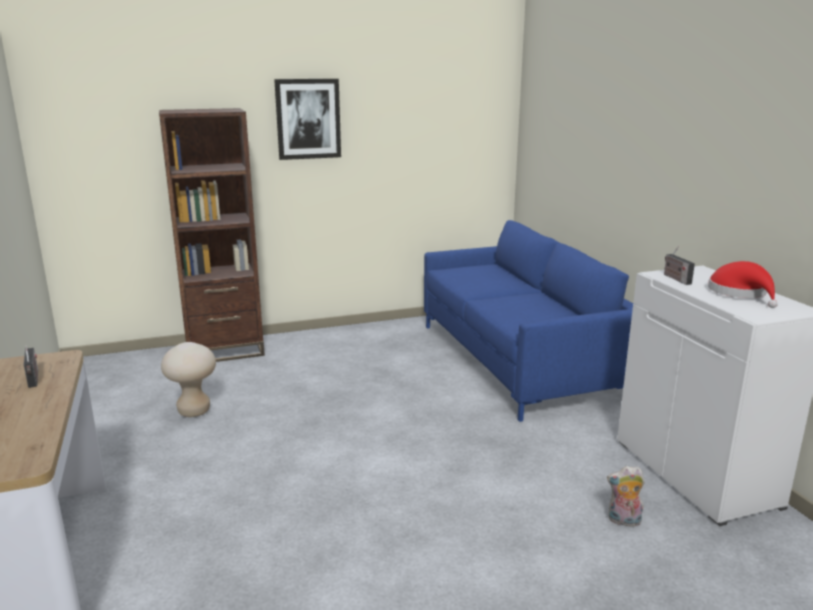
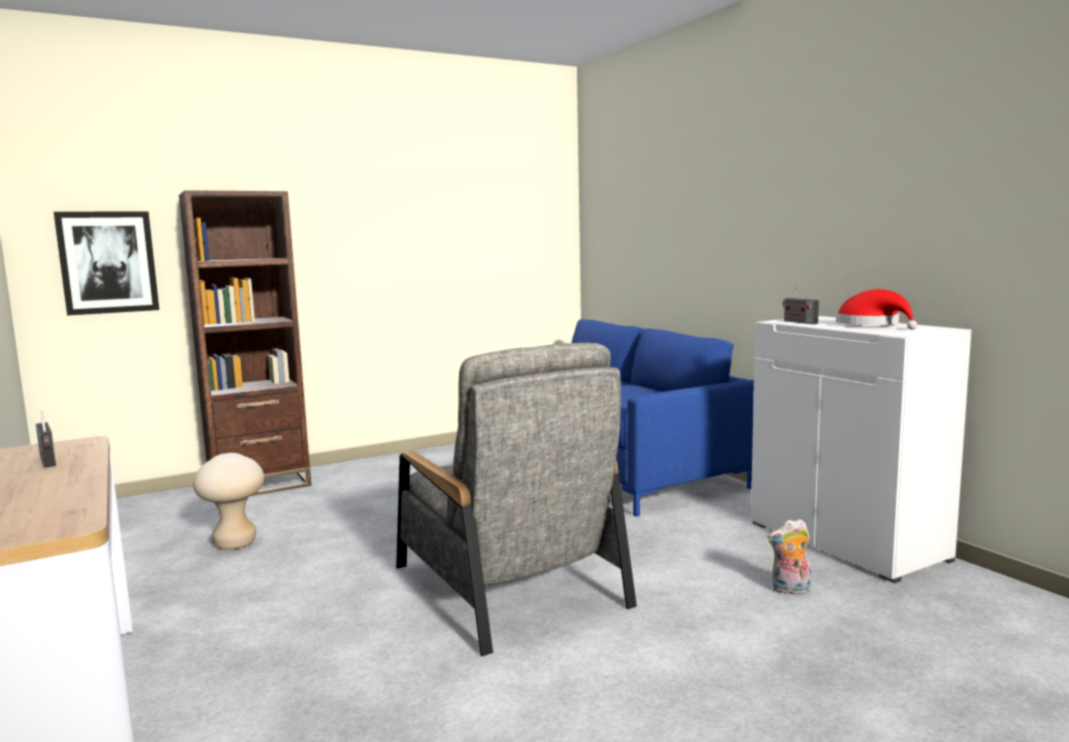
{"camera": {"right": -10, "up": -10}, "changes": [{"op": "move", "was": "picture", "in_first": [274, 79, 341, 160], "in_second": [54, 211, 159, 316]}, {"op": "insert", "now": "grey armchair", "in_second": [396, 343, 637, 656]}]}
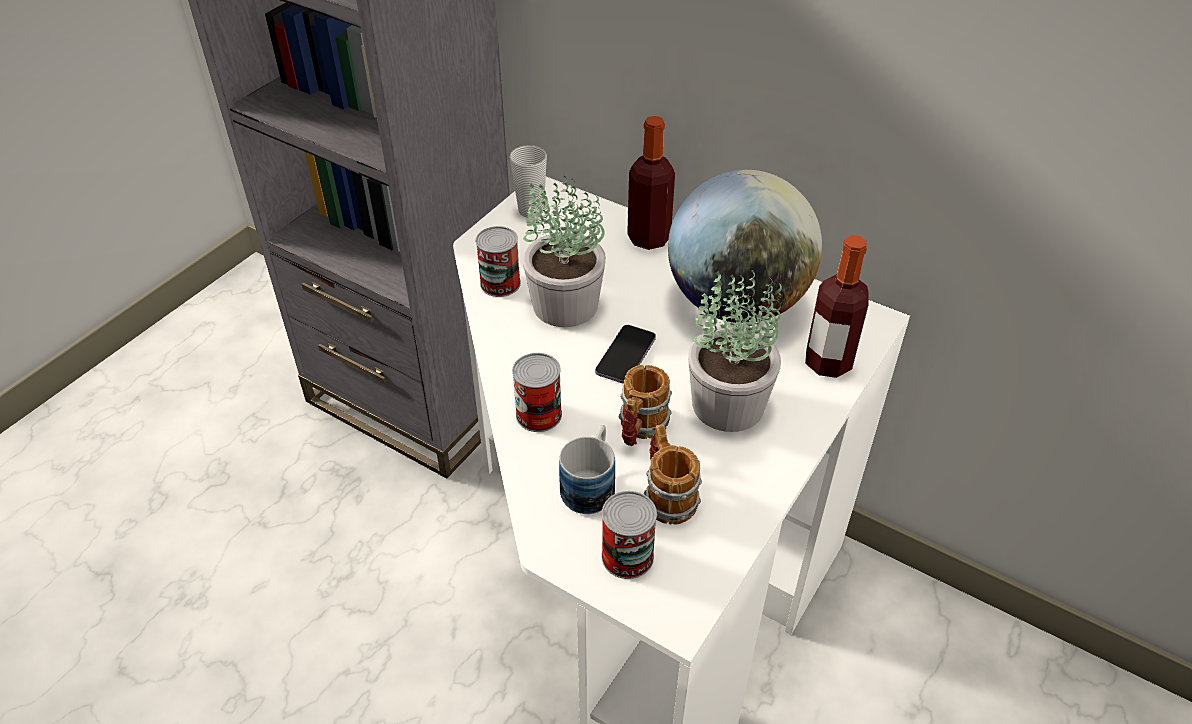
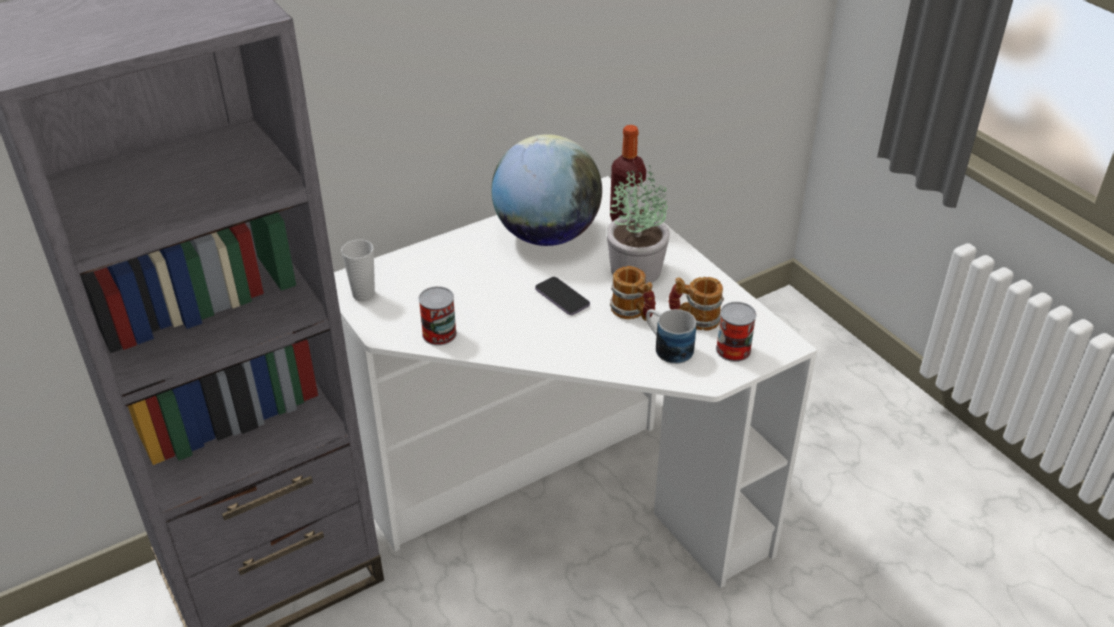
{"camera": {"right": -65, "up": -5}, "changes": [{"op": "delete", "was": "can", "in_first": [512, 353, 562, 432]}, {"op": "delete", "was": "potted plant", "in_first": [523, 175, 606, 327]}, {"op": "delete", "was": "bottle", "in_first": [627, 116, 675, 250]}]}
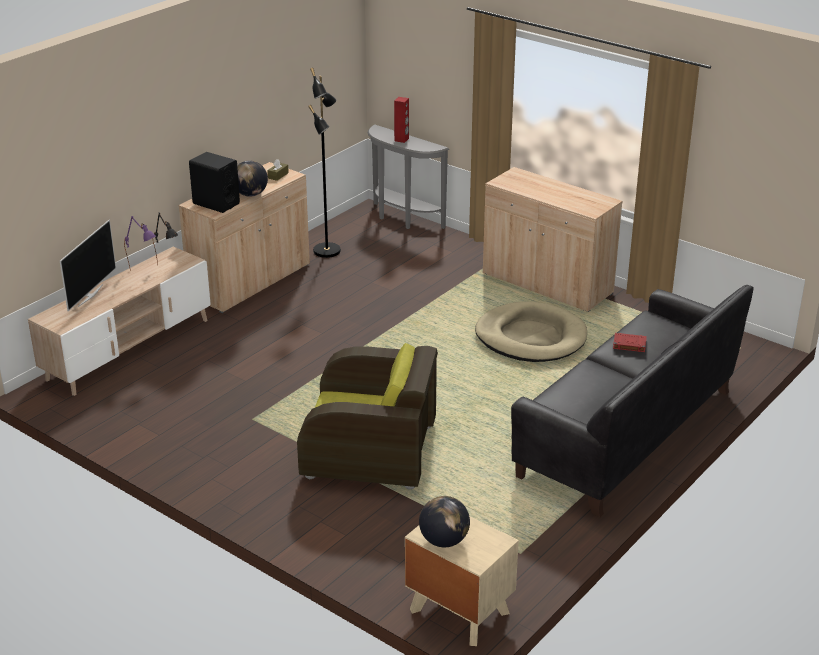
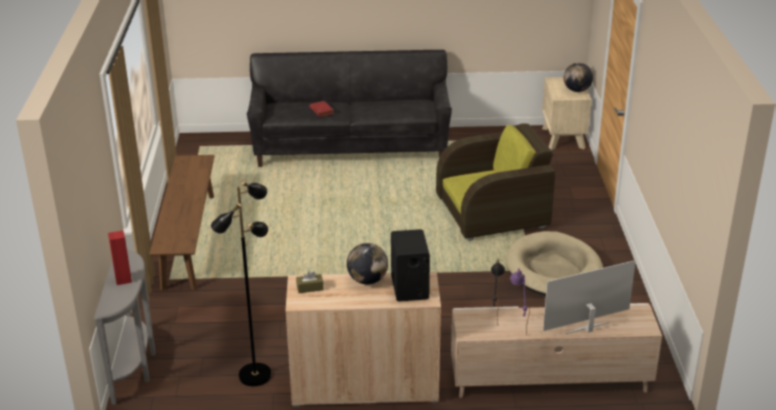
{"camera": {"right": -130, "up": 0}, "changes": [{"op": "rotate", "was": "brown armchair", "in_first": [297, 343, 438, 490], "in_second": [436, 123, 555, 241], "clockwise": 105}, {"op": "move", "was": "beige dog bed", "in_first": [475, 301, 587, 362], "in_second": [506, 231, 603, 296]}, {"op": "replace", "was": "beige cabinet", "now": "brown bench", "in_first": [483, 167, 622, 312], "in_second": [149, 155, 214, 291]}]}
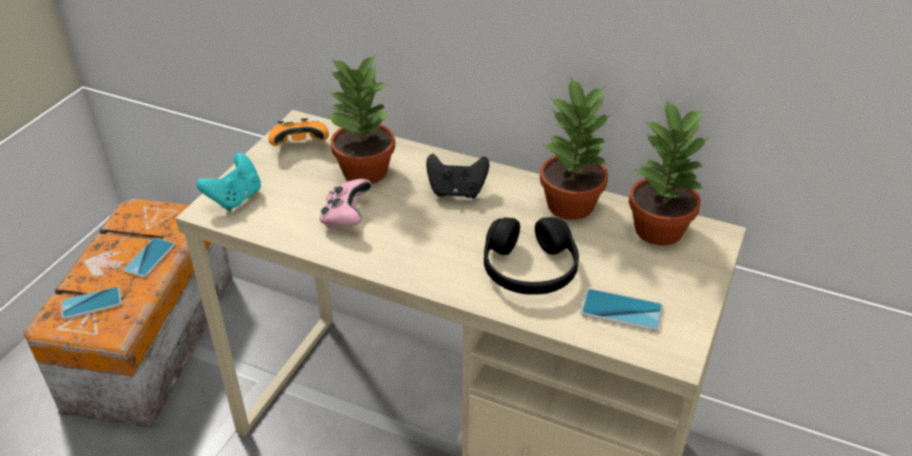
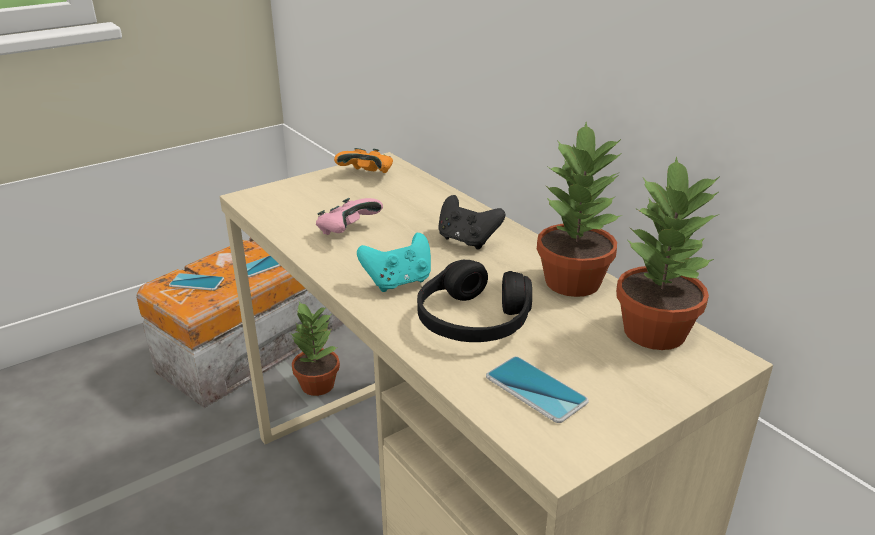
{"camera": {"right": 30, "up": -10}, "changes": [{"op": "move", "was": "turquoise game controller", "in_first": [196, 153, 261, 211], "in_second": [357, 233, 431, 292]}, {"op": "move", "was": "potted plant", "in_first": [326, 55, 395, 184], "in_second": [290, 302, 340, 396]}]}
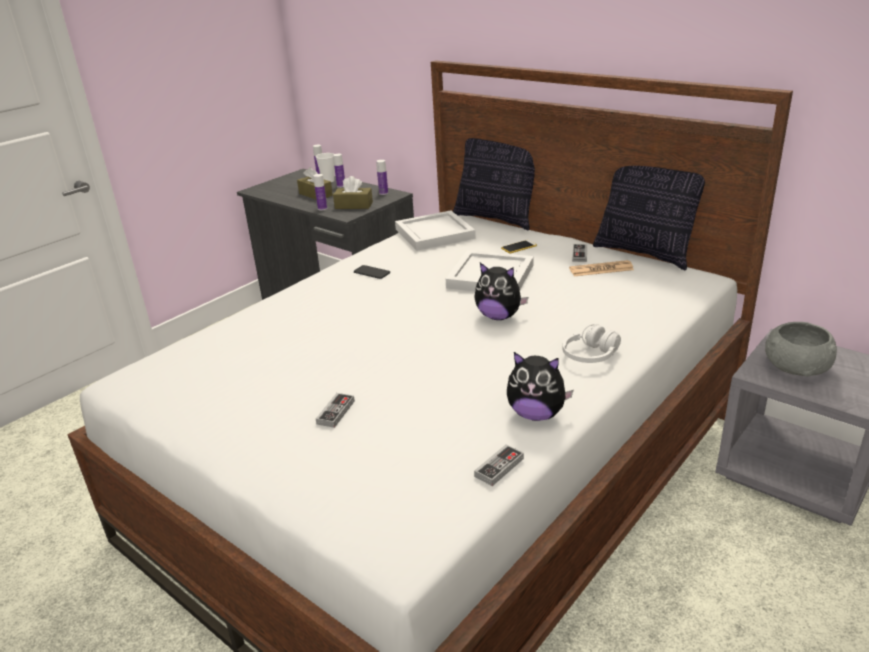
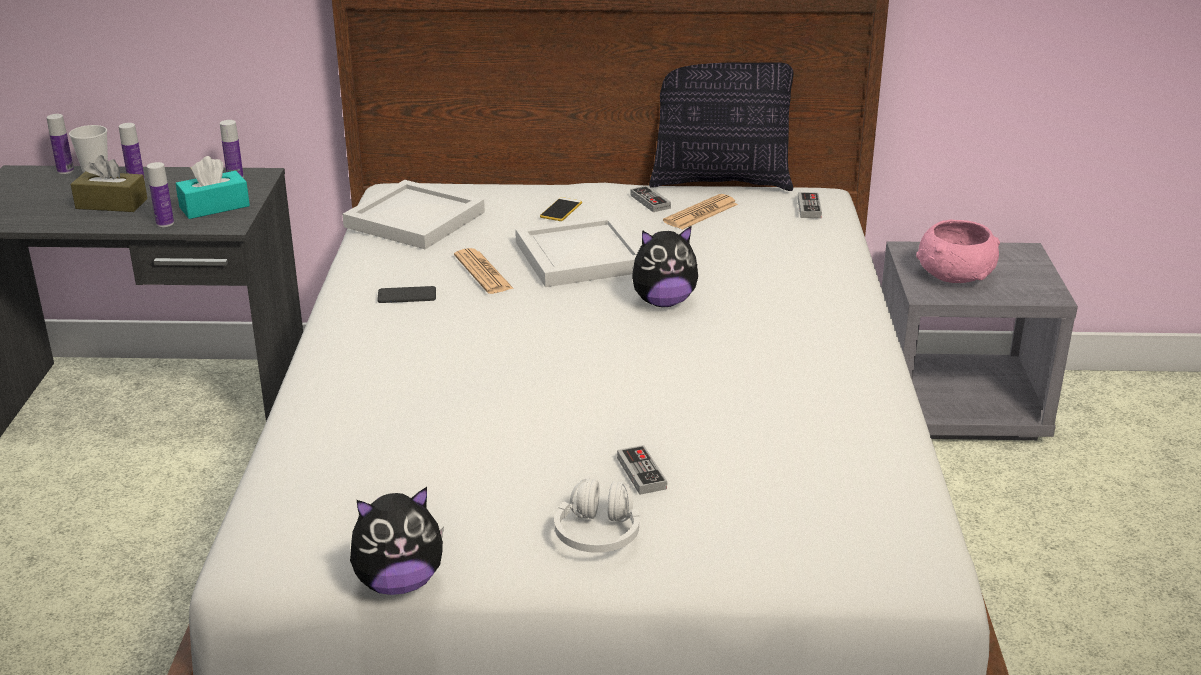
{"camera": {"right": -40, "up": 0}, "changes": [{"op": "recolor", "was": "brown tissue box", "now": "turquoise tissue box", "in_first": [333, 176, 373, 209], "in_second": [176, 156, 250, 219]}, {"op": "delete", "was": "pillow", "in_first": [453, 138, 535, 230]}, {"op": "move", "was": "game controller", "in_first": [474, 444, 524, 486], "in_second": [798, 192, 822, 218]}, {"op": "move", "was": "plush toy", "in_first": [507, 352, 574, 421], "in_second": [350, 487, 444, 595]}, {"op": "move", "was": "white headphones", "in_first": [562, 324, 621, 363], "in_second": [554, 478, 639, 553]}, {"op": "recolor", "was": "grey bowl", "now": "pink bowl", "in_first": [765, 322, 837, 377], "in_second": [916, 219, 1000, 283]}, {"op": "insert", "now": "newspaper", "in_second": [454, 248, 514, 294]}]}
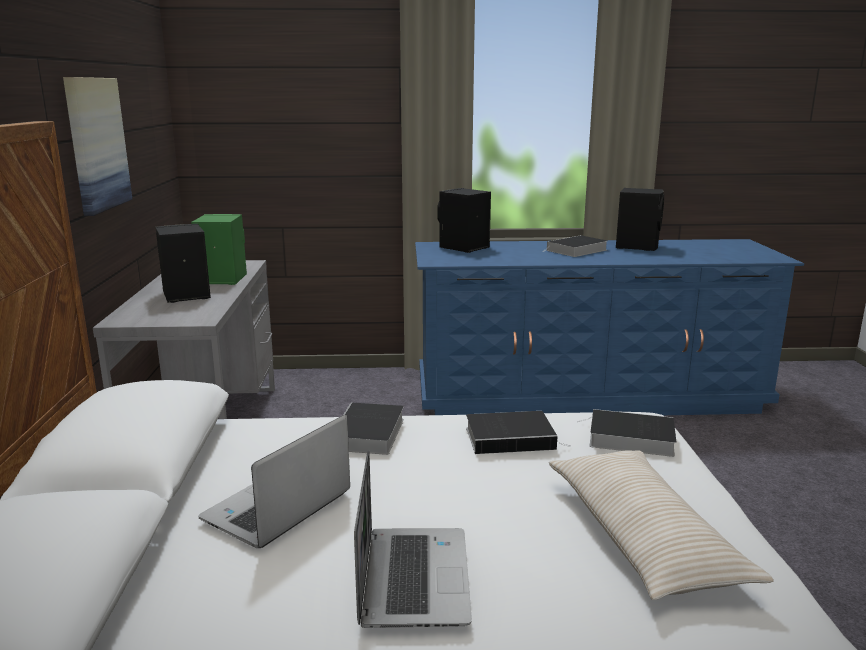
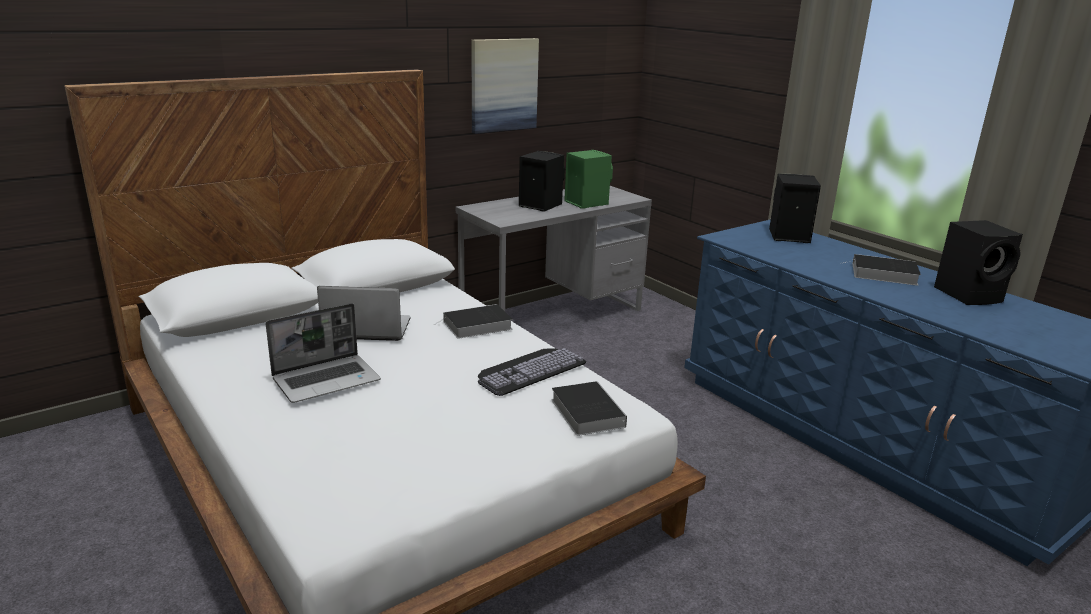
{"camera": {"right": 55, "up": 5}, "changes": [{"op": "replace", "was": "book", "now": "keyboard", "in_first": [466, 411, 571, 454], "in_second": [478, 348, 586, 396]}, {"op": "delete", "was": "beige pillow", "in_first": [549, 450, 774, 600]}]}
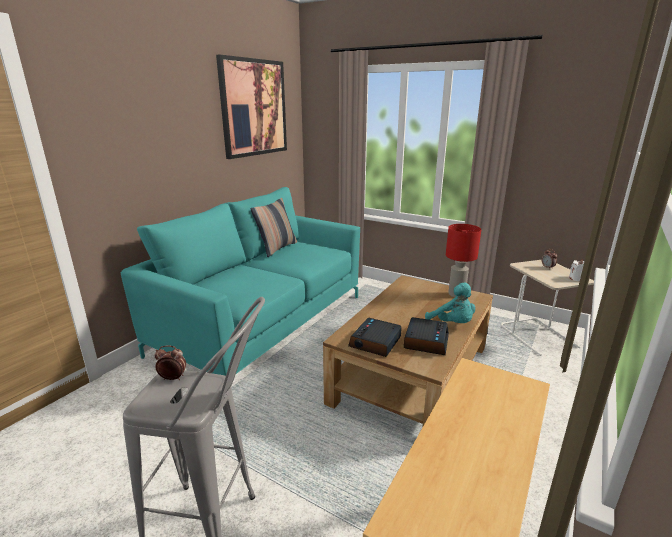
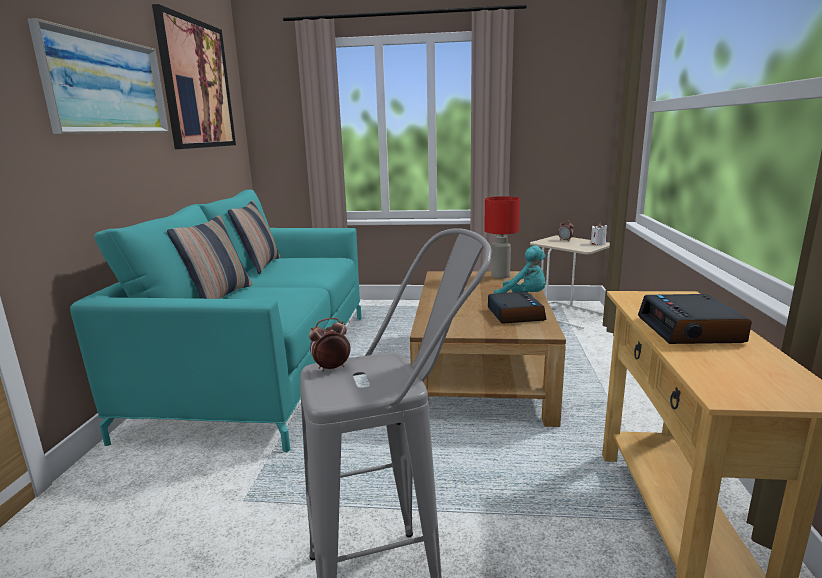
{"camera": {"right": -25, "up": -5}, "changes": [{"op": "move", "was": "alarm clock", "in_first": [348, 317, 402, 357], "in_second": [638, 294, 752, 344]}, {"op": "insert", "now": "picture", "in_second": [28, 18, 169, 134]}, {"op": "insert", "now": "pillow", "in_second": [167, 215, 252, 299]}]}
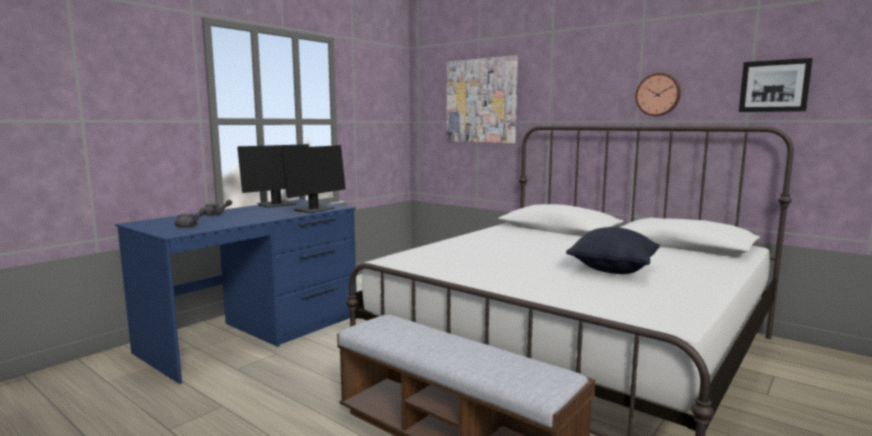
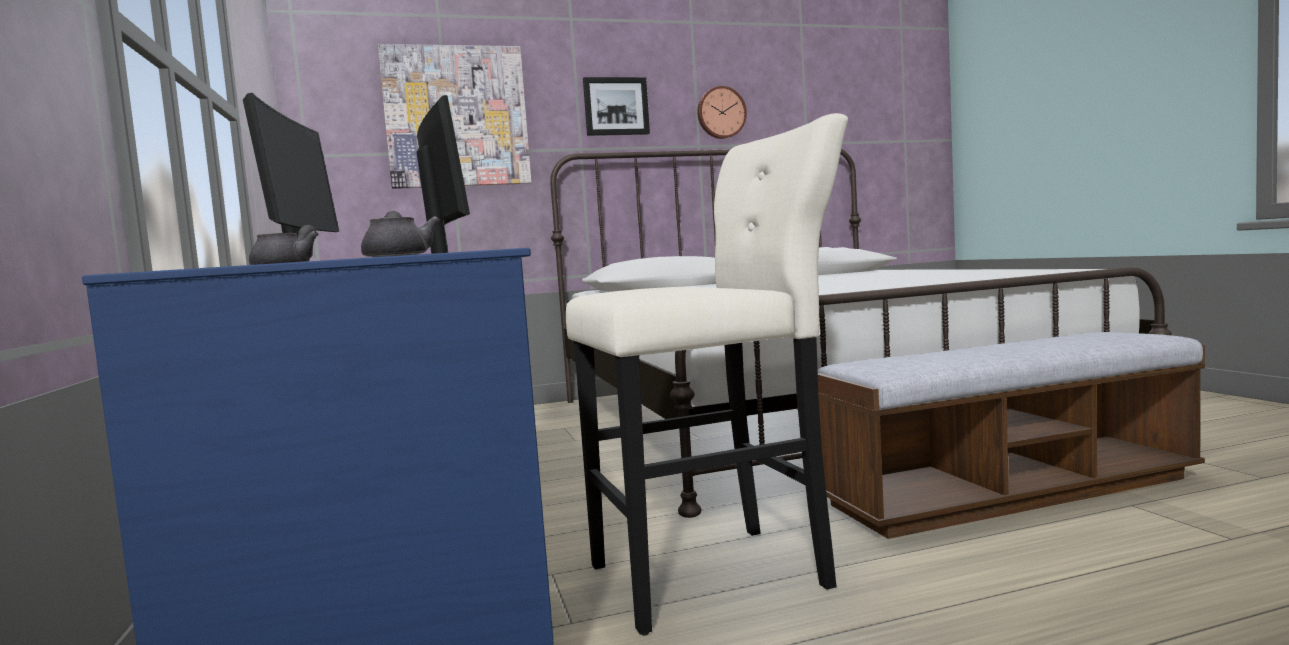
{"camera": {"right": -55, "up": -5}, "changes": [{"op": "delete", "was": "black pillow", "in_first": [566, 227, 660, 274]}, {"op": "move", "was": "picture", "in_first": [739, 58, 813, 112], "in_second": [583, 77, 650, 136]}, {"op": "insert", "now": "beige stool", "in_second": [566, 113, 848, 636]}]}
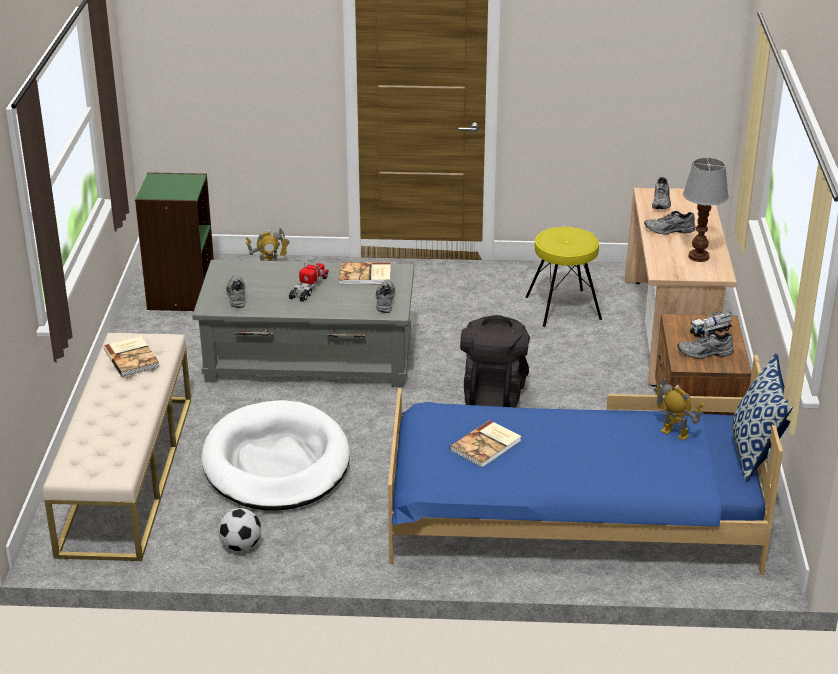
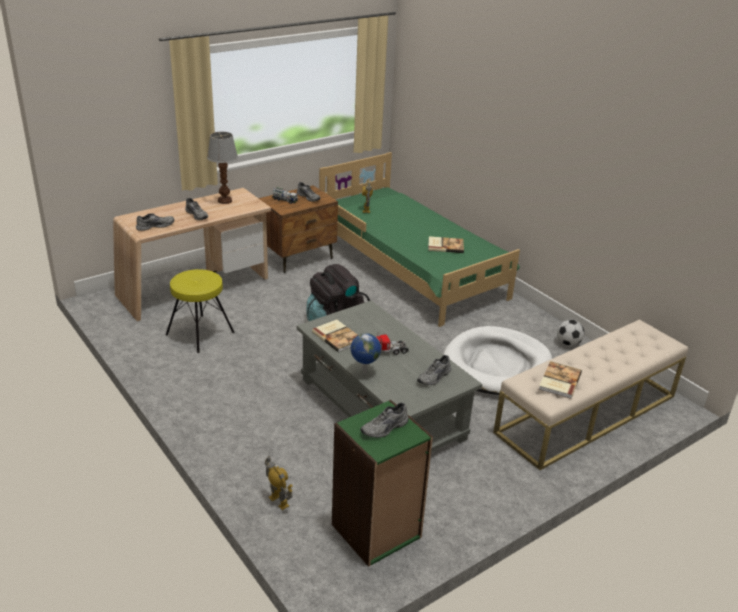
{"camera": {"right": -130, "up": 0}, "changes": [{"op": "move", "was": "grey shoe", "in_first": [375, 279, 395, 313], "in_second": [360, 403, 409, 438]}, {"op": "recolor", "was": "blue bed", "now": "green bed", "in_first": [388, 355, 783, 575], "in_second": [319, 152, 520, 327]}, {"op": "delete", "was": "pillow", "in_first": [732, 353, 793, 482]}, {"op": "insert", "now": "globe", "in_second": [350, 333, 381, 374]}]}
